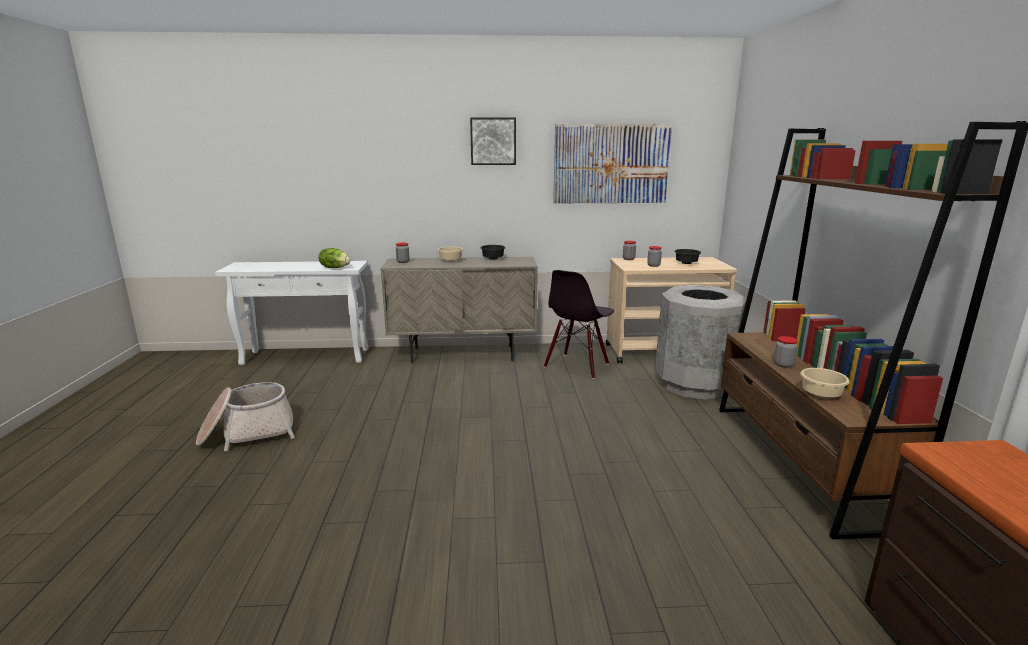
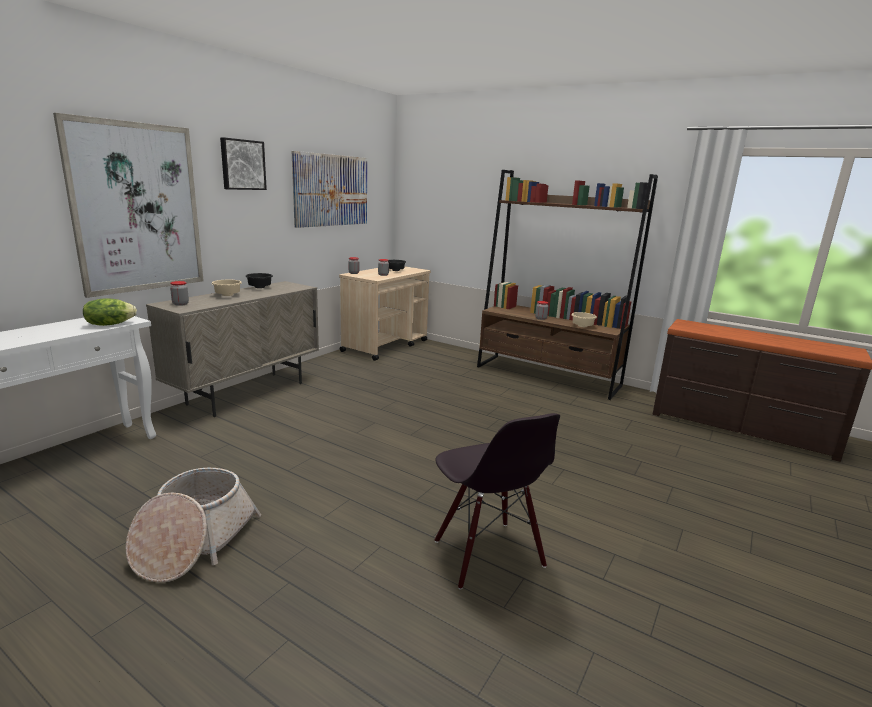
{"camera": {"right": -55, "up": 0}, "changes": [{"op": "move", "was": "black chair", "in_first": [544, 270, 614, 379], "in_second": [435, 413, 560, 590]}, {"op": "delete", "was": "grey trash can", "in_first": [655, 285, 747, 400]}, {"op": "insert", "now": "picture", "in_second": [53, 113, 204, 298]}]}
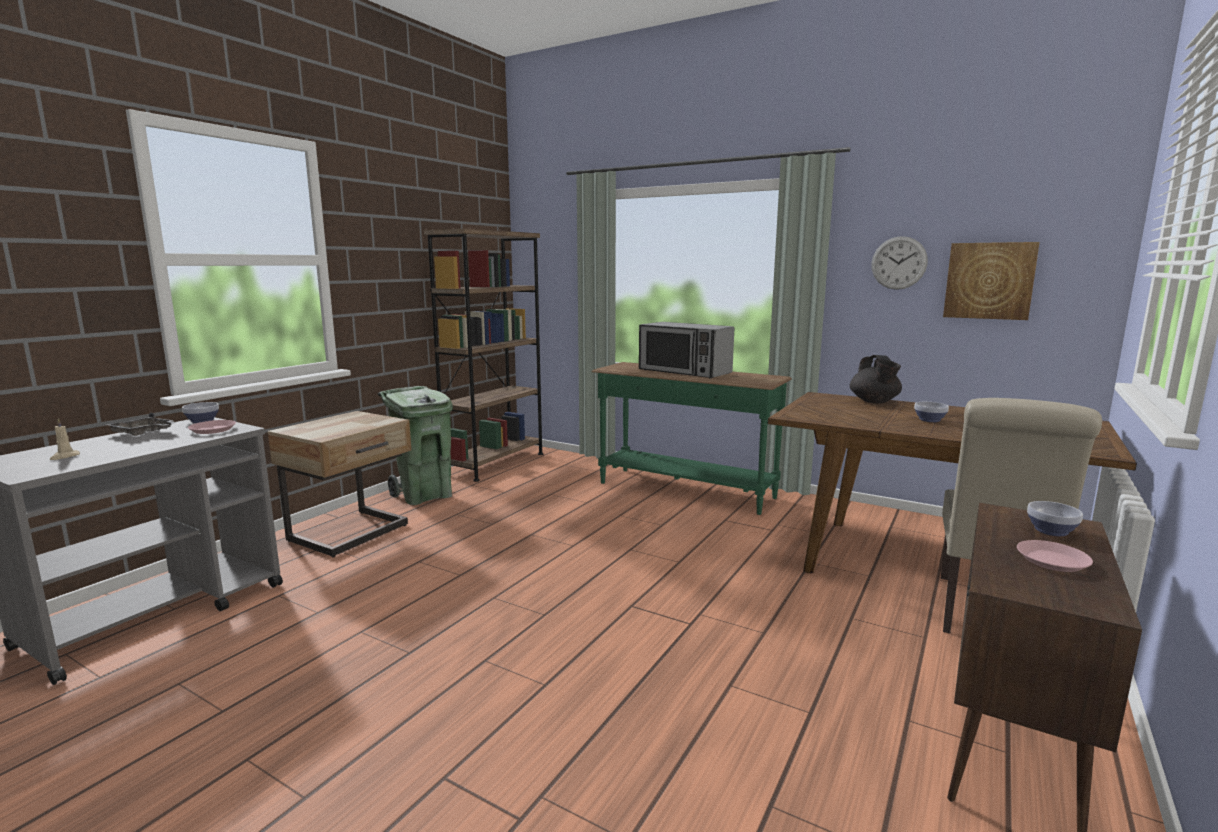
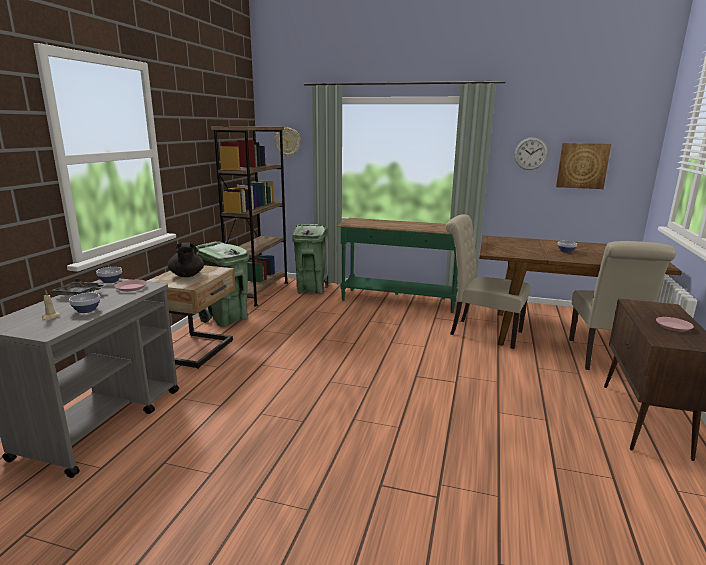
{"camera": {"right": -15, "up": 5}, "changes": [{"op": "delete", "was": "microwave", "in_first": [639, 322, 734, 378]}, {"op": "move", "was": "black teapot", "in_first": [850, 355, 902, 403], "in_second": [168, 243, 204, 277]}, {"op": "move", "was": "bowl", "in_first": [1027, 501, 1083, 536], "in_second": [69, 293, 100, 313]}, {"op": "insert", "now": "wall clock", "in_second": [275, 128, 301, 157]}, {"op": "insert", "now": "green trash can", "in_second": [292, 224, 329, 294]}, {"op": "insert", "now": "beige chair", "in_second": [446, 214, 531, 349]}]}
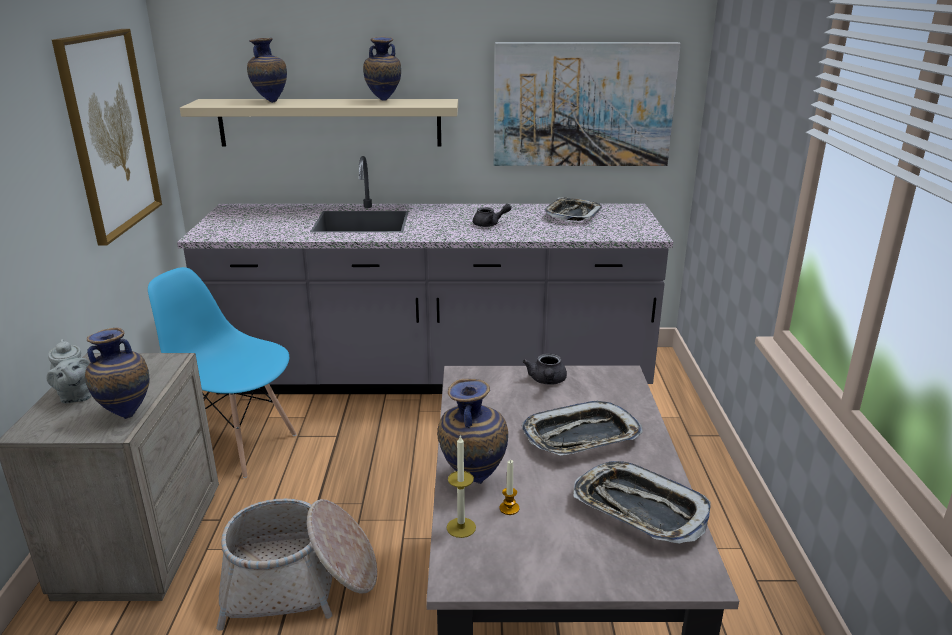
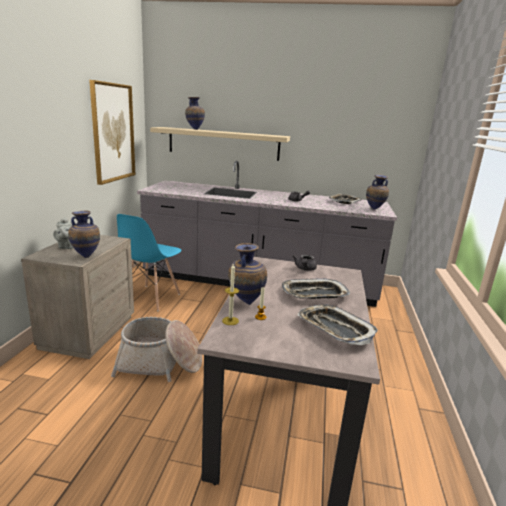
{"camera": {"right": 10, "up": -5}, "changes": [{"op": "rotate", "was": "blue chair", "in_first": [148, 267, 297, 478], "in_second": [117, 214, 182, 311], "clockwise": -105}, {"op": "move", "was": "vase", "in_first": [363, 37, 401, 101], "in_second": [366, 175, 389, 210]}, {"op": "delete", "was": "picture", "in_first": [494, 42, 681, 166]}]}
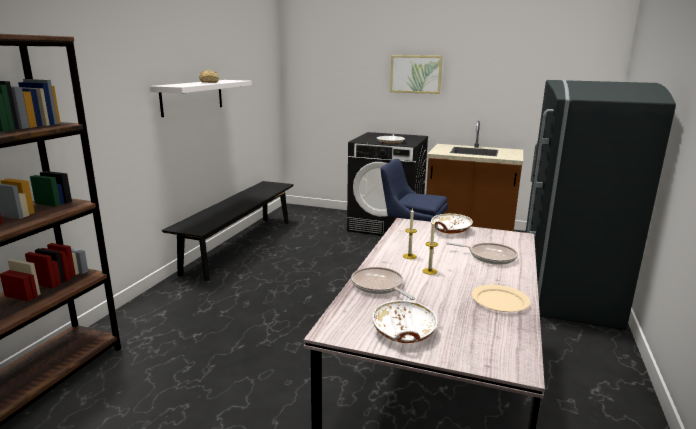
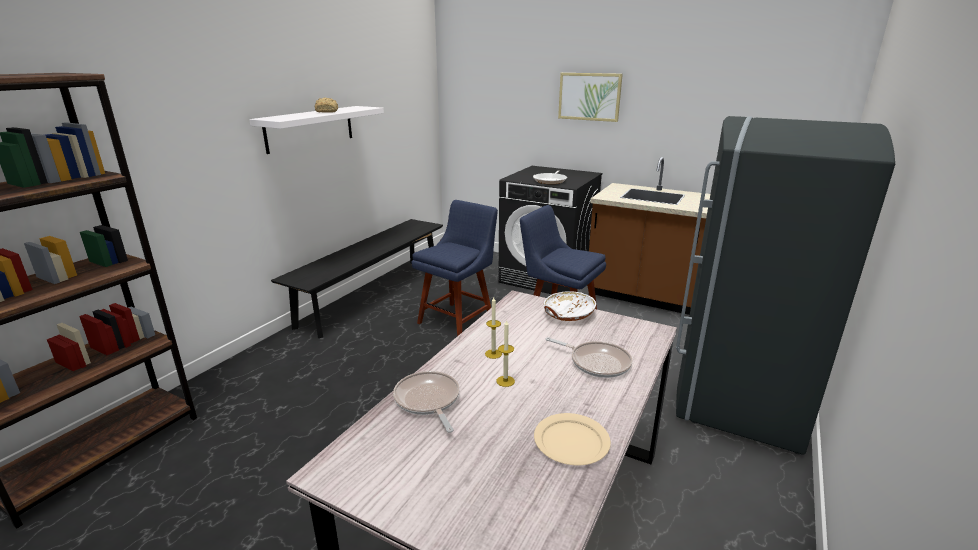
{"camera": {"right": 10, "up": 5}, "changes": [{"op": "delete", "was": "white bowl", "in_first": [372, 300, 437, 343]}, {"op": "insert", "now": "blue chair", "in_second": [411, 200, 498, 336]}]}
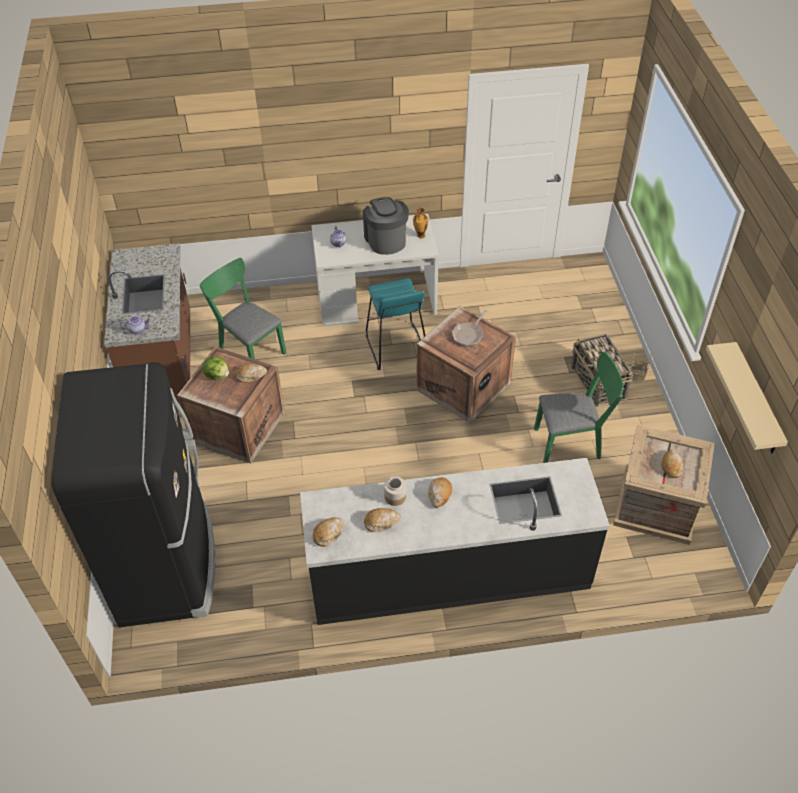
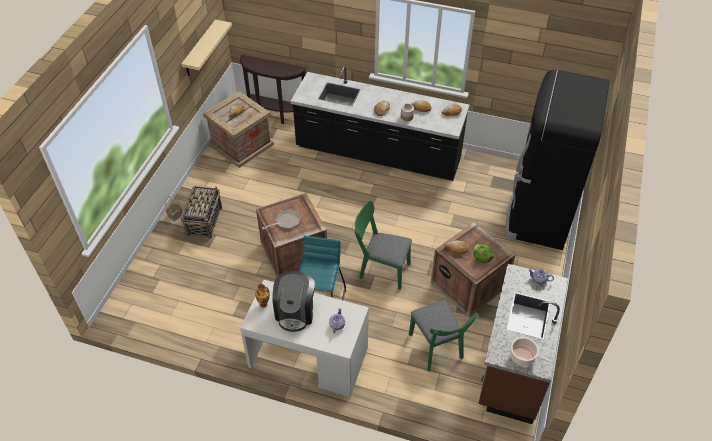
{"camera": {"right": -155, "up": 0}, "changes": [{"op": "move", "was": "green chair", "in_first": [534, 352, 623, 463], "in_second": [354, 200, 412, 290]}, {"op": "insert", "now": "brown console table", "in_second": [240, 55, 306, 124]}, {"op": "insert", "now": "cooking pot", "in_second": [510, 337, 555, 366]}]}
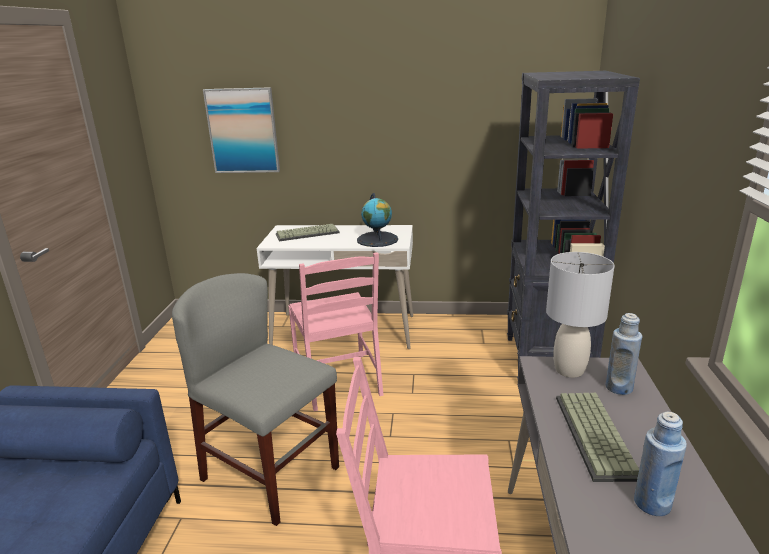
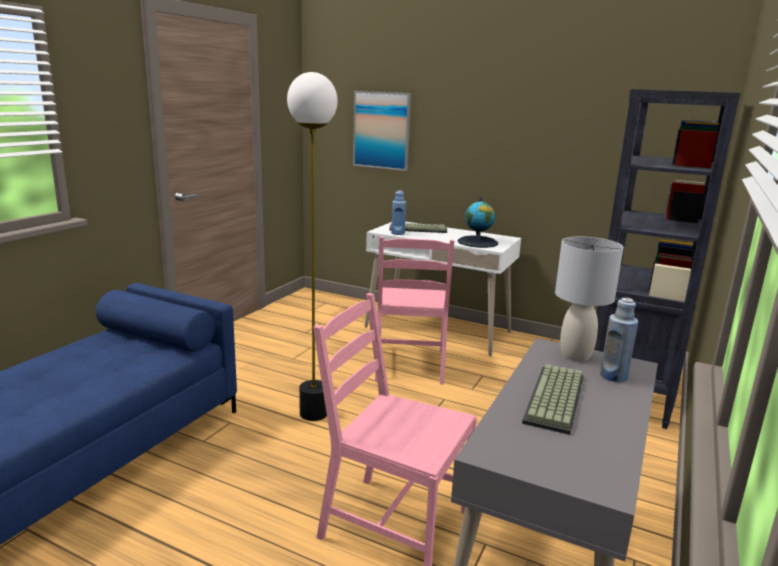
{"camera": {"right": 20, "up": -5}, "changes": [{"op": "replace", "was": "grey chair", "now": "floor lamp", "in_first": [172, 273, 339, 526], "in_second": [287, 72, 338, 421]}, {"op": "move", "was": "blue bottle", "in_first": [634, 411, 687, 516], "in_second": [391, 190, 406, 235]}]}
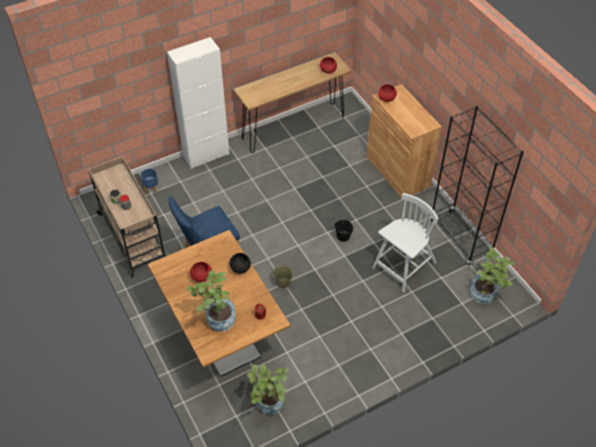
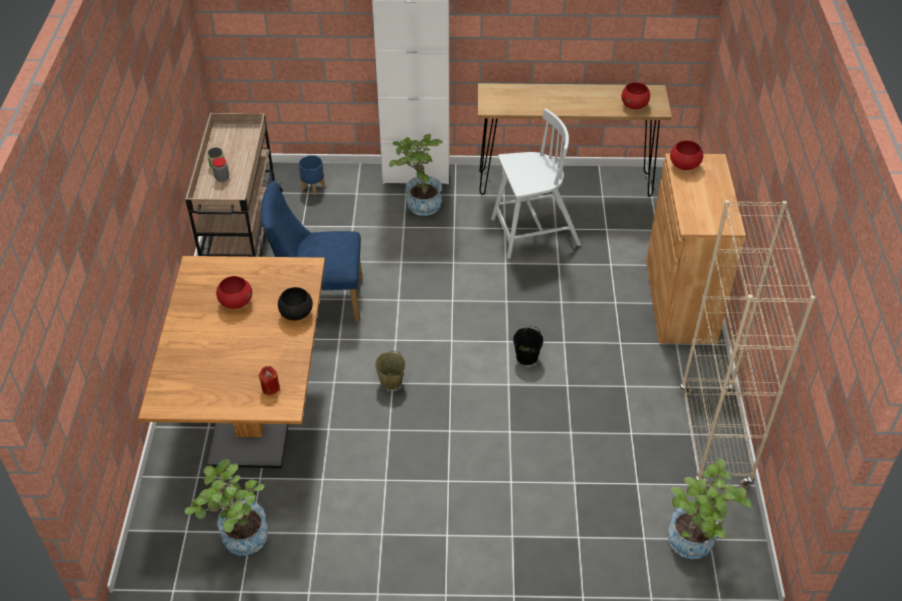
{"camera": {"right": 30, "up": -5}, "changes": [{"op": "move", "was": "potted plant", "in_first": [186, 270, 236, 332], "in_second": [389, 134, 443, 216]}, {"op": "move", "was": "white chair", "in_first": [372, 193, 438, 292], "in_second": [491, 109, 581, 259]}, {"op": "recolor", "was": "black bookcase", "now": "beige bookcase", "in_first": [430, 106, 524, 266], "in_second": [680, 200, 816, 488]}]}
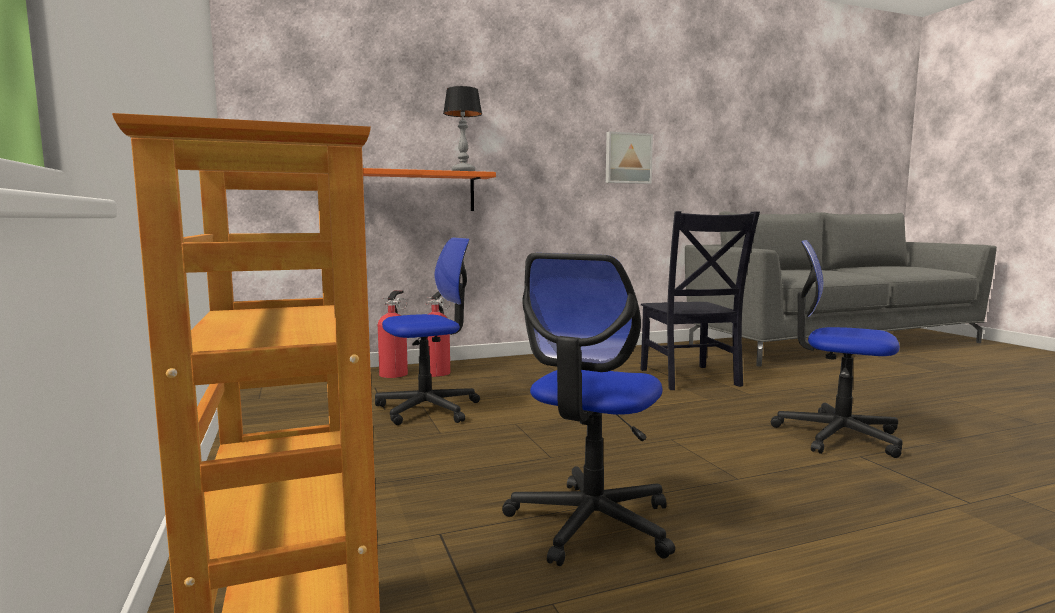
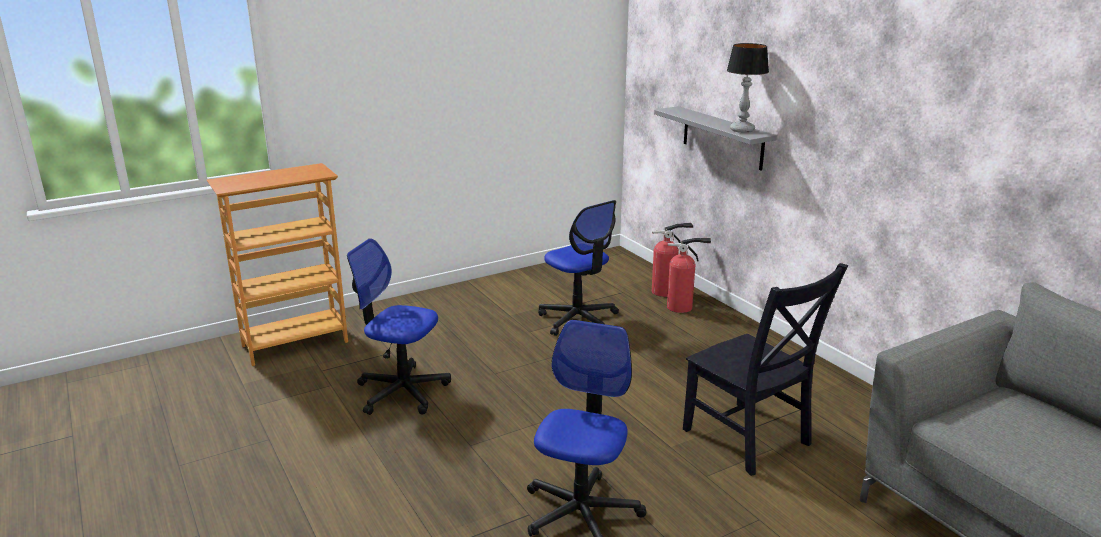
{"camera": {"right": 80, "up": 15}, "changes": [{"op": "recolor", "was": "orange shelf", "now": "grey shelf", "in_first": [363, 168, 496, 211], "in_second": [654, 106, 777, 171]}, {"op": "delete", "was": "picture", "in_first": [606, 131, 653, 184]}, {"op": "rotate", "was": "black chair", "in_first": [640, 211, 760, 390], "in_second": [683, 263, 848, 476], "clockwise": -105}]}
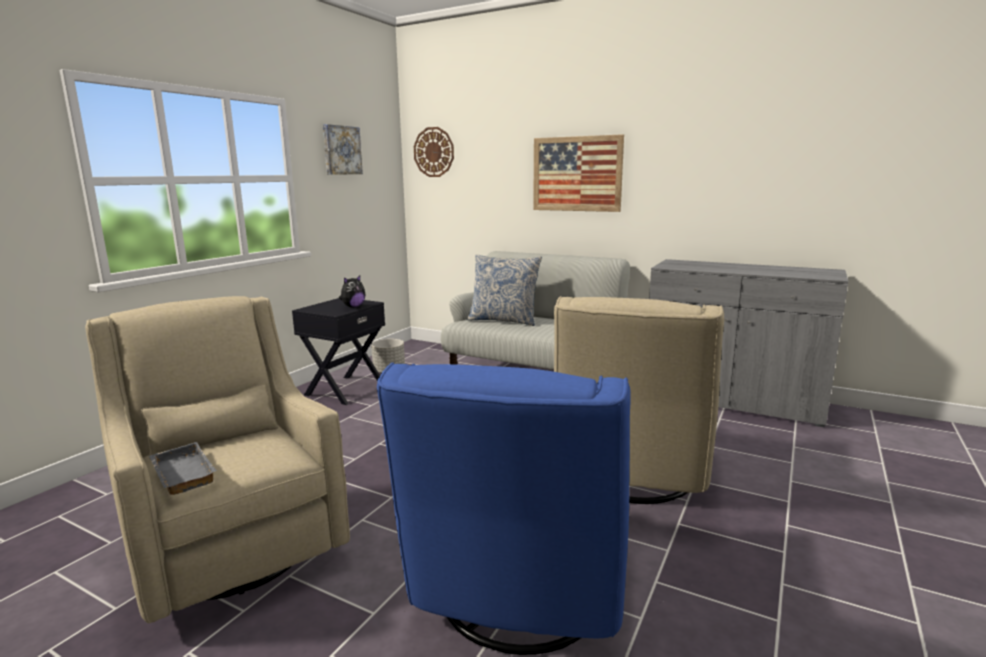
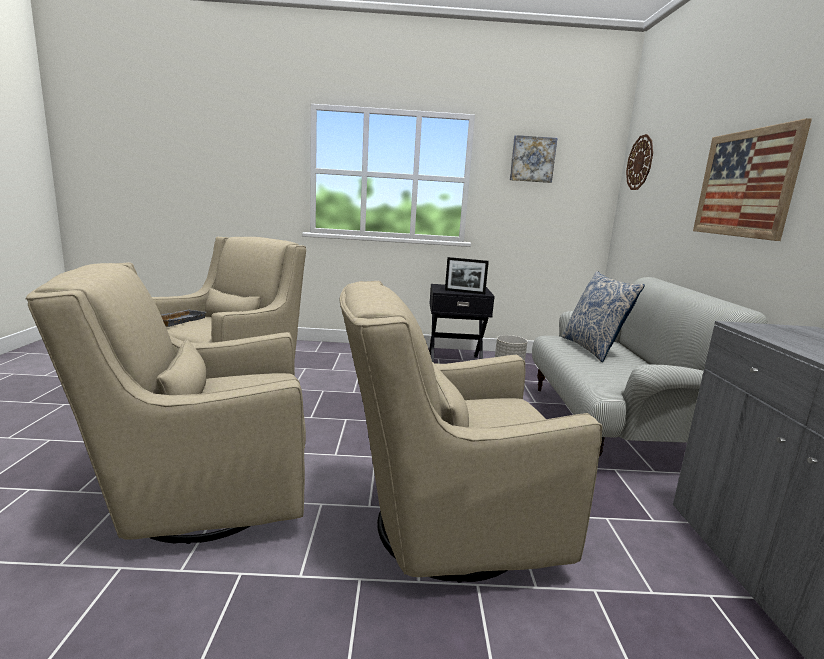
{"camera": {"right": 60, "up": 0}, "changes": [{"op": "replace", "was": "plush toy", "now": "picture frame", "in_first": [339, 275, 365, 307], "in_second": [445, 257, 489, 294]}, {"op": "recolor", "was": "blue armchair", "now": "beige armchair", "in_first": [377, 362, 631, 655], "in_second": [25, 262, 306, 544]}]}
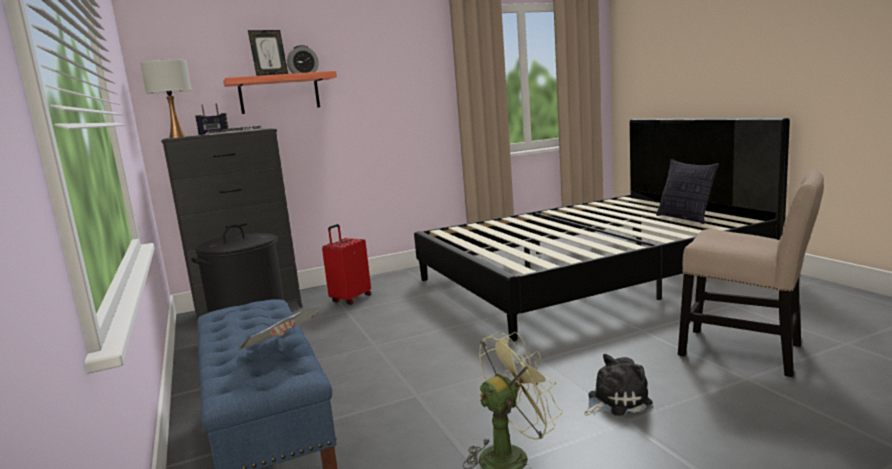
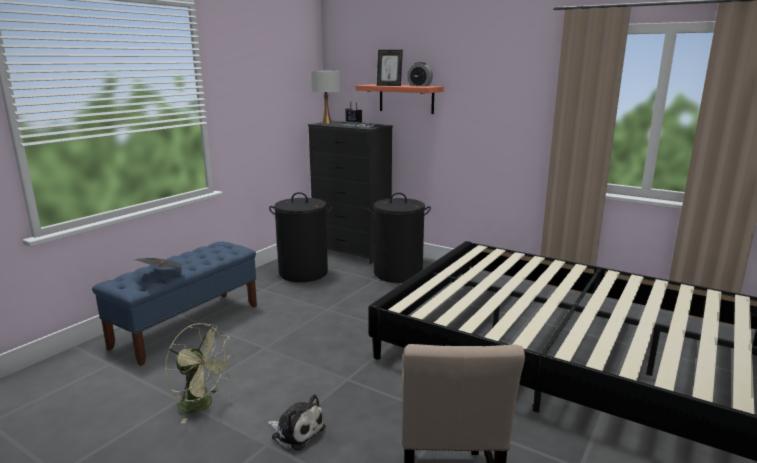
{"camera": {"right": 55, "up": 5}, "changes": [{"op": "replace", "was": "red suitcase", "now": "black laundry basket", "in_first": [322, 224, 371, 305], "in_second": [367, 193, 431, 283]}, {"op": "delete", "was": "pillow", "in_first": [656, 159, 719, 224]}]}
